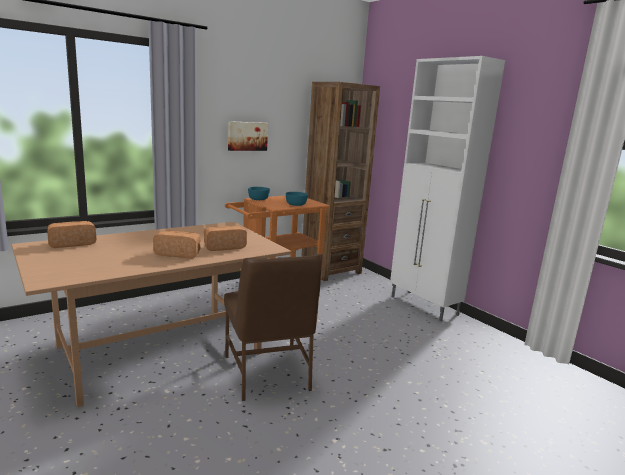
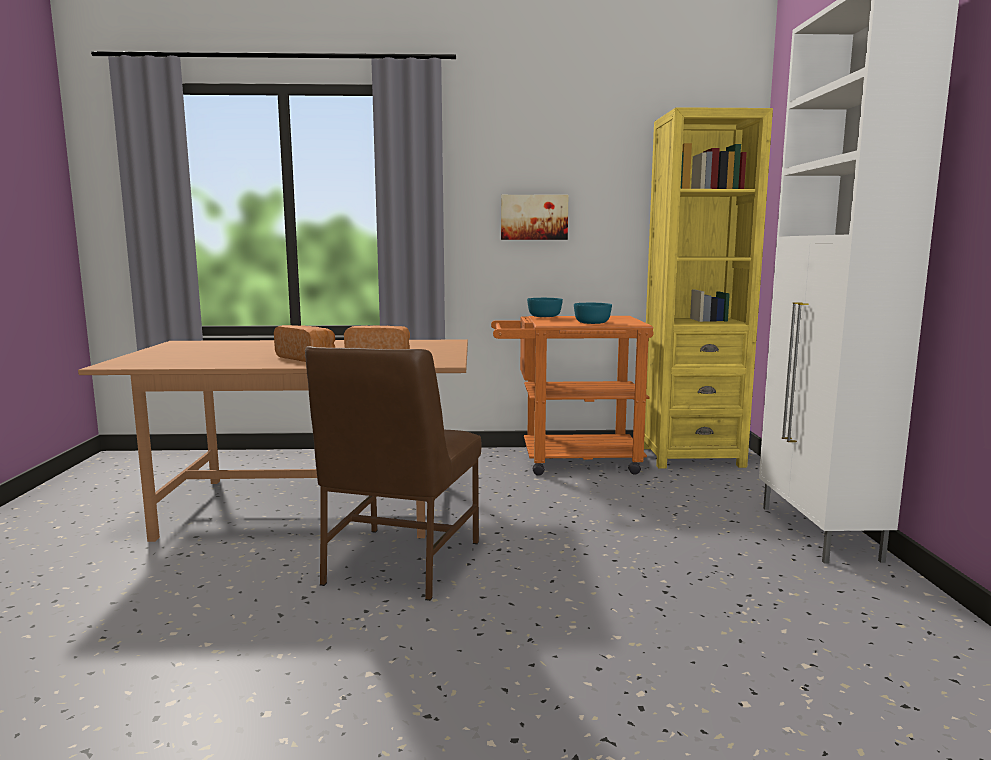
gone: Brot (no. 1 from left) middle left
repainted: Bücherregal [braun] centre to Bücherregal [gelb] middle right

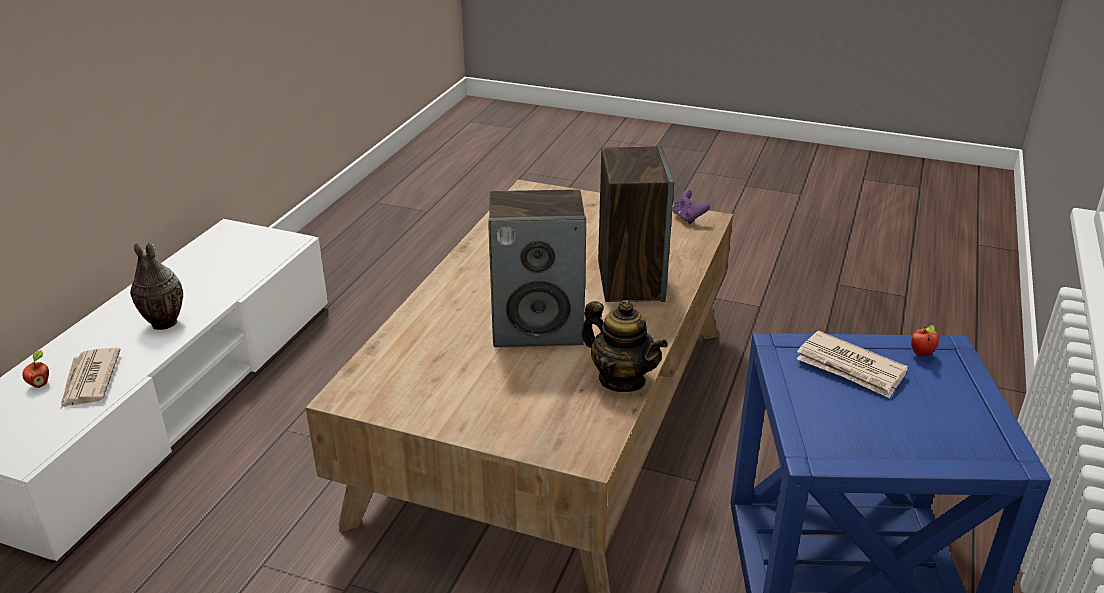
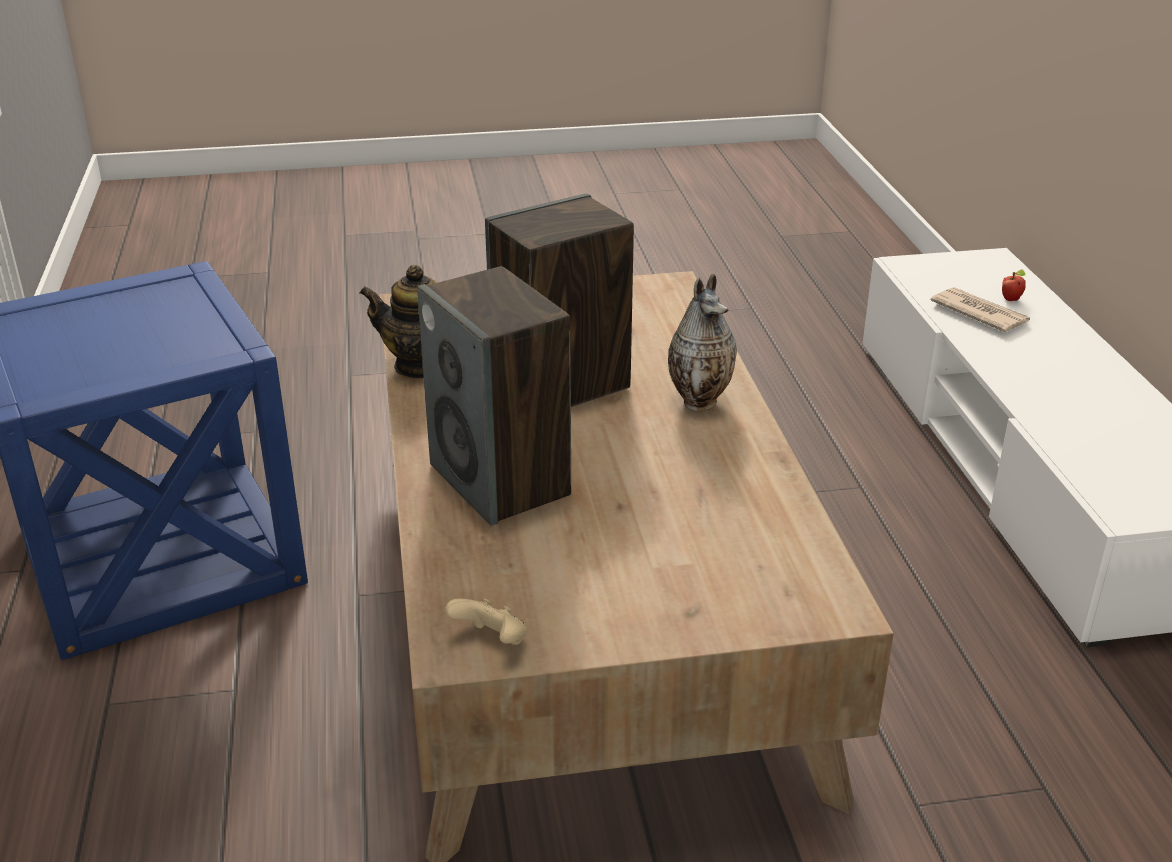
gone: Zeitung (no. 2 from left) middle right; Apfel (no. 2 from left) middle right
shifted: Vase middle left to centre
repainted: Gamepad [lila] centre to Gamepad [beige] bottom centre

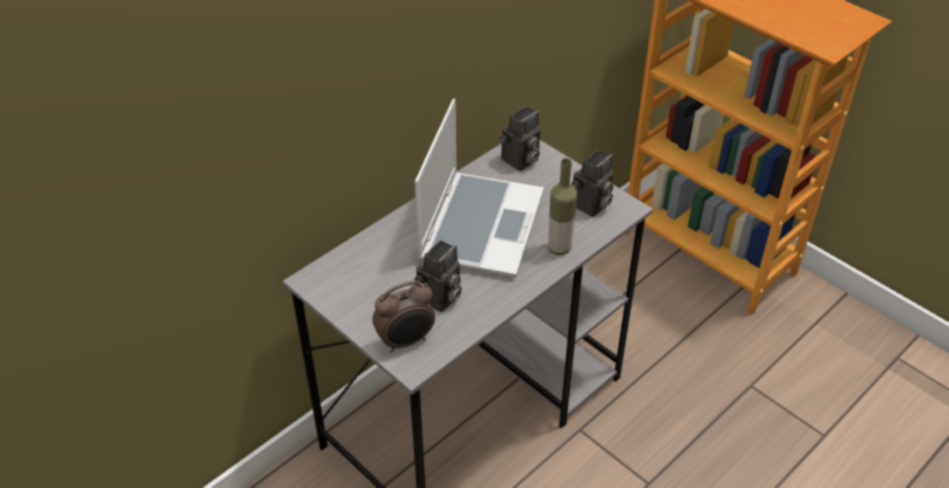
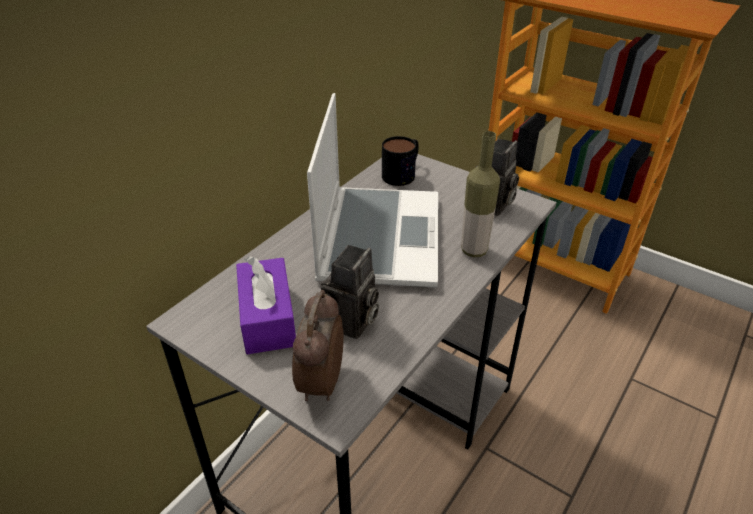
new: Taschentuchbox [lila] centre
swapped: Kamera (no. 2 from left) top centre to Henkelbecher top centre
rotated: Wecker centre = bottom centre 135 degrees clockwise

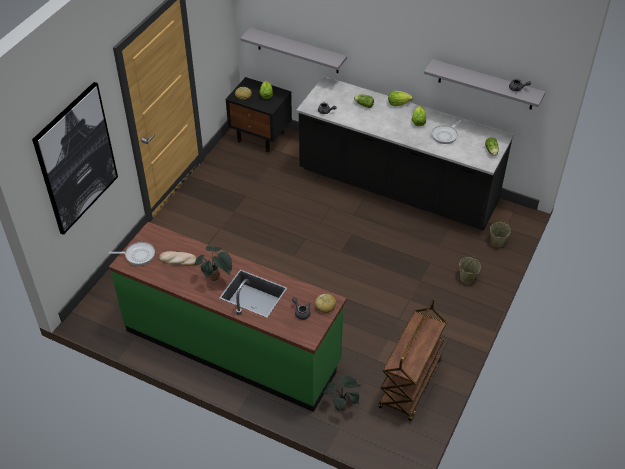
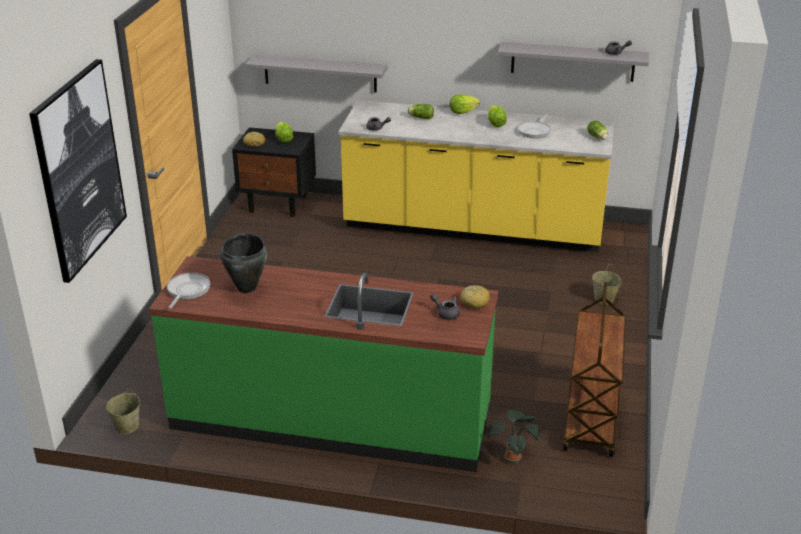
gone: Topfpflanze (no. 1 from left) centre
shifted: Eimer [beige] (no. 2 from left in the first image) middle right to Eimer [beige] (no. 1 from left) bottom left
swapped: Brot (no. 1 from left) middle left to Kochtopf [schwarz] middle left
repainted: Küchenzeile [schwarz] top centre to Küchenzeile [gelb] top centre
rotated: Pfanne (no. 1 from left) middle left = middle left 60 degrees counterclockwise

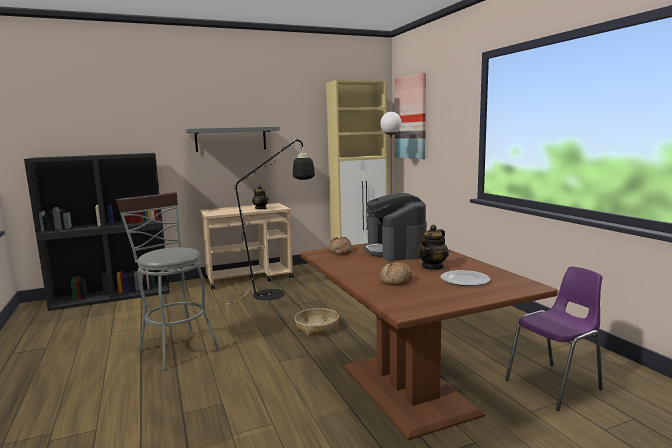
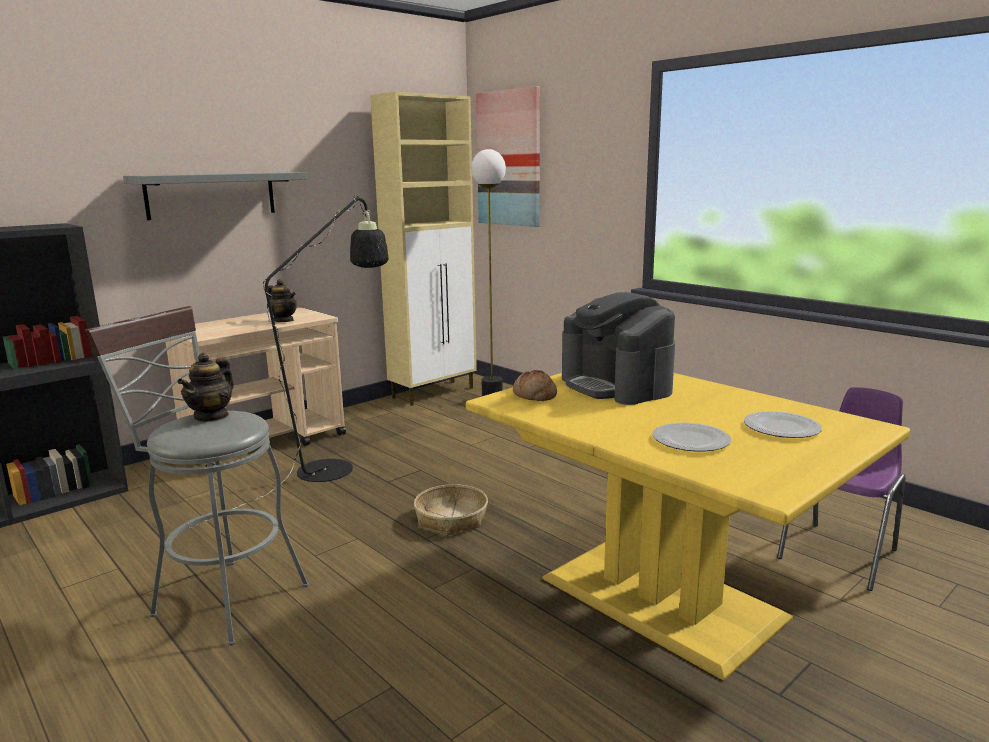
shifted: Teekanne (no. 2 from left in the first image) centre to Teekanne (no. 1 from left) middle left
swapped: Brot (no. 2 from left) centre to Teller (no. 1 from left) middle right
repainted: Esstisch [braun] bottom centre to Esstisch [gelb] bottom right

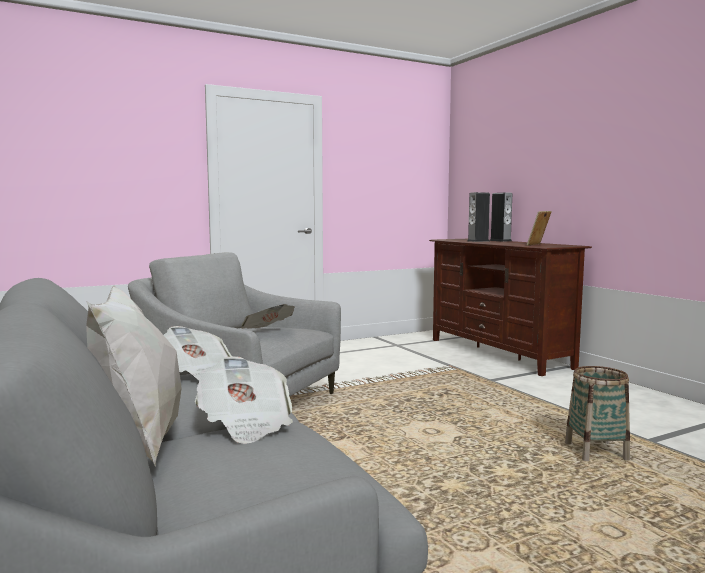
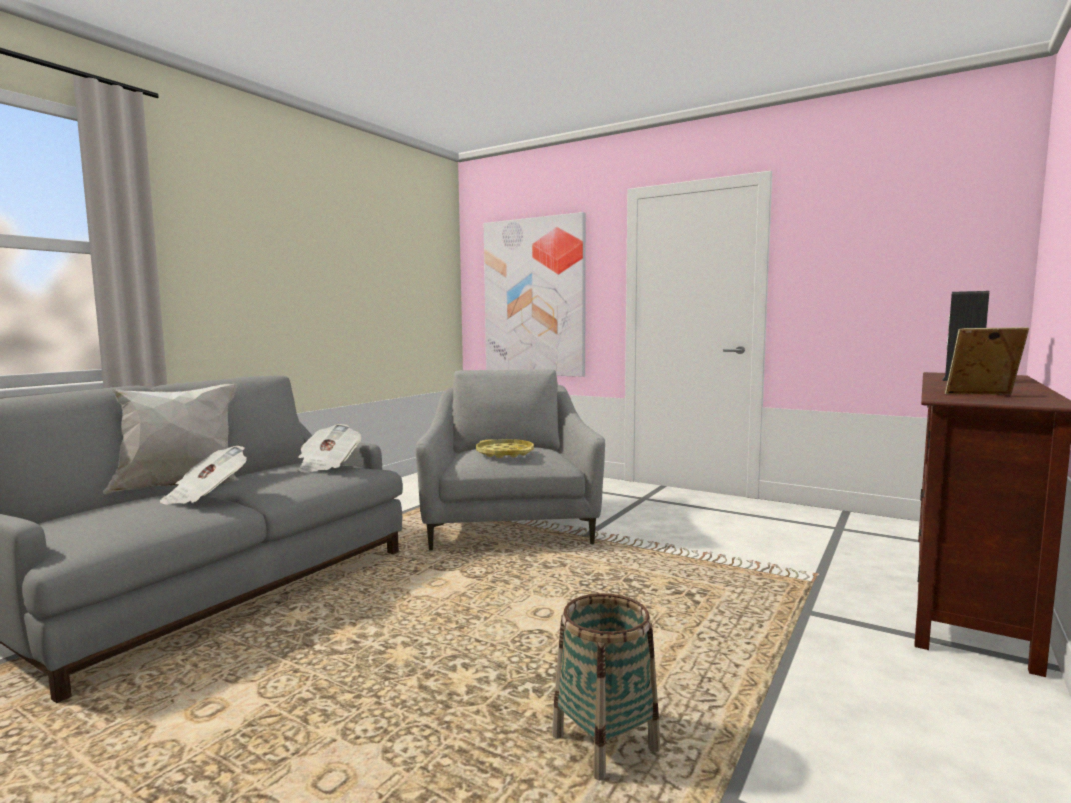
gone: Lautsprecher (no. 2 from left) middle right
new: Bild centre
swapped: Zeitung (no. 3 from left) centre to Tablett [gelb] centre

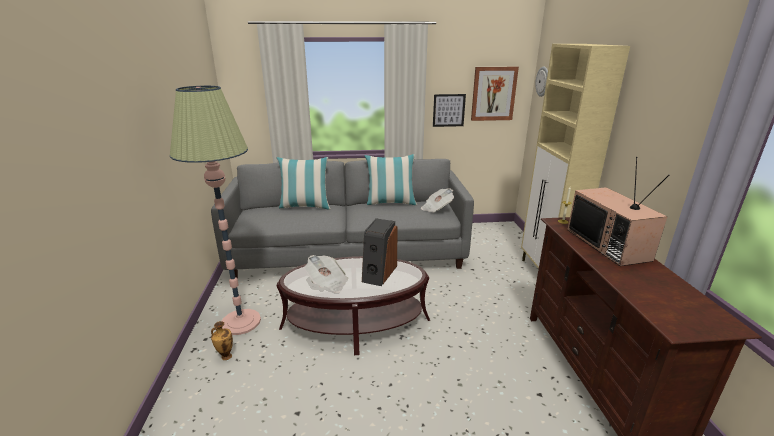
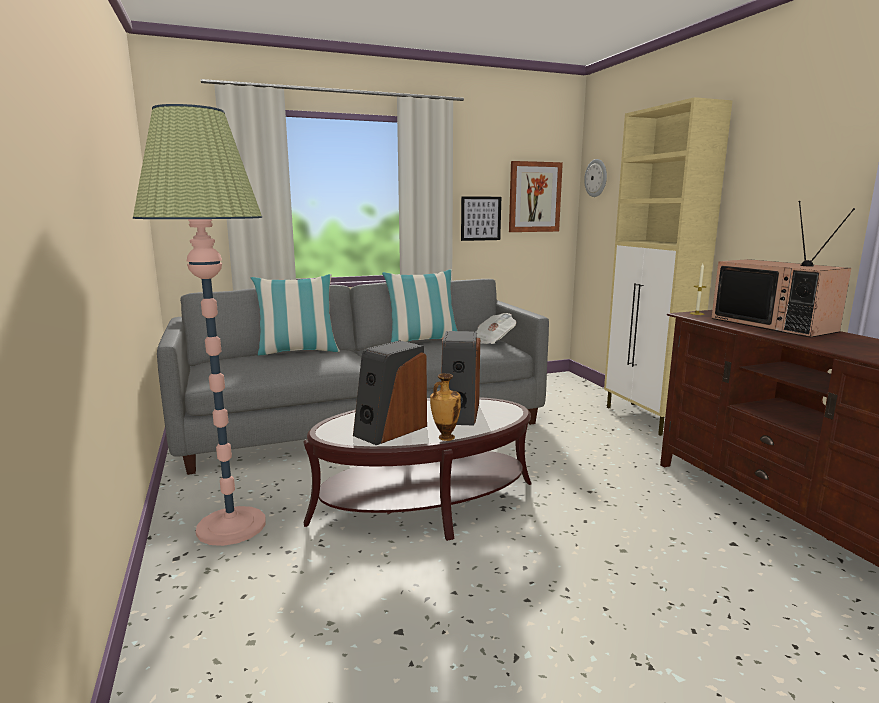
shifted: Vase bottom left to centre
swapped: Zeitung (no. 1 from left) centre to Lautsprecher (no. 1 from left) centre

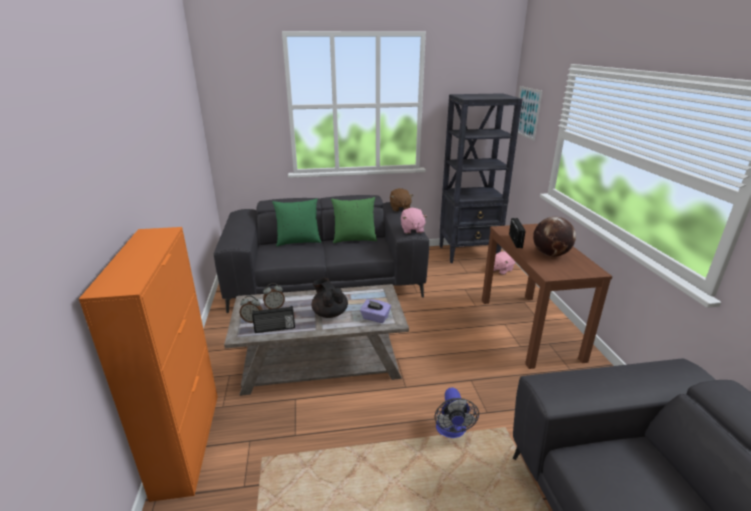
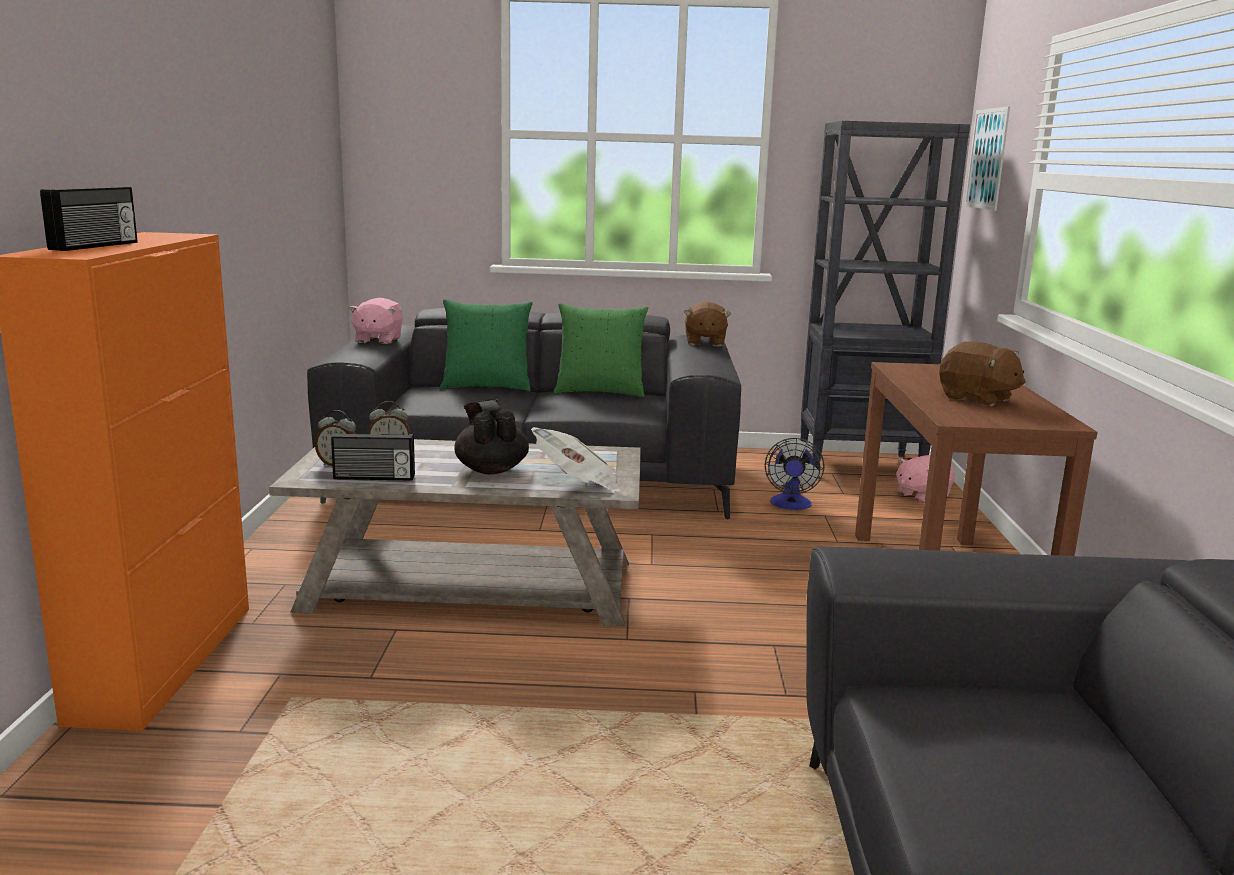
shifted: Plüschtier [rosa] (no. 1 from left) centre to middle left; Ventilator bottom centre to centre; Radio (no. 2 from left in the first image) middle right to Radio (no. 1 from left) top left
swapped: Taschentuchbox [lila] centre to Zeitung centre; Globus middle right to Plüschtier [braun] (no. 2 from left) middle right

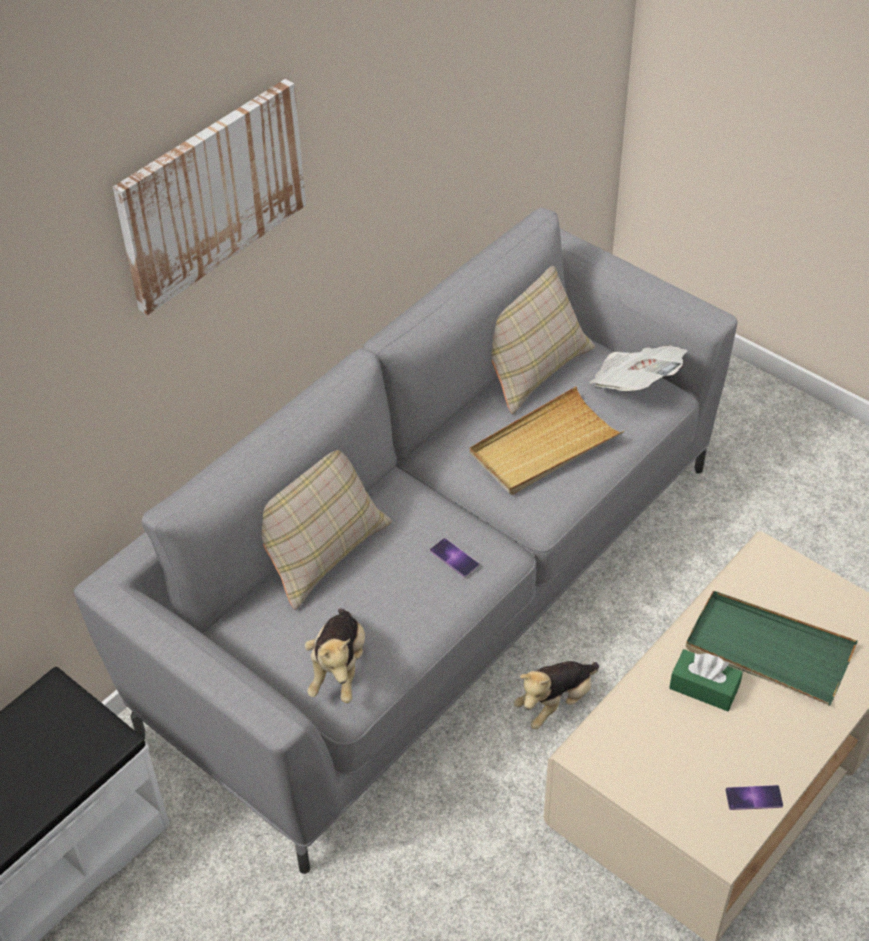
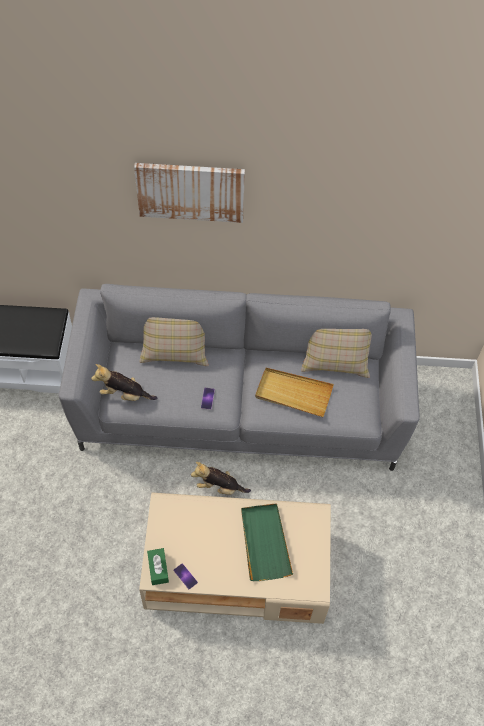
gone: Zeitung middle right
shifted: Taschentuchbox [grün] bottom right to bottom left
rotated: Plüschtier (no. 1 from left) bottom centre = middle left 45 degrees clockwise

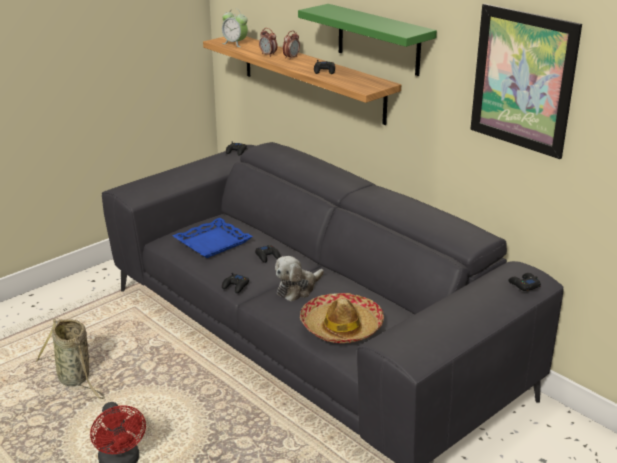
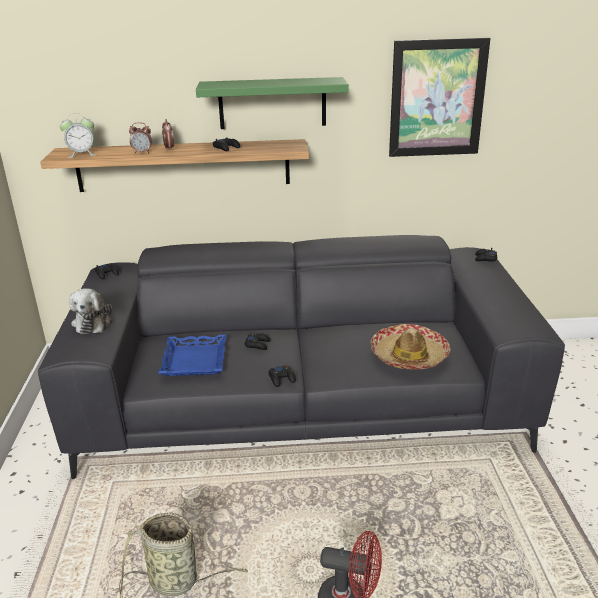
shifted: Plüschtier centre to middle left

